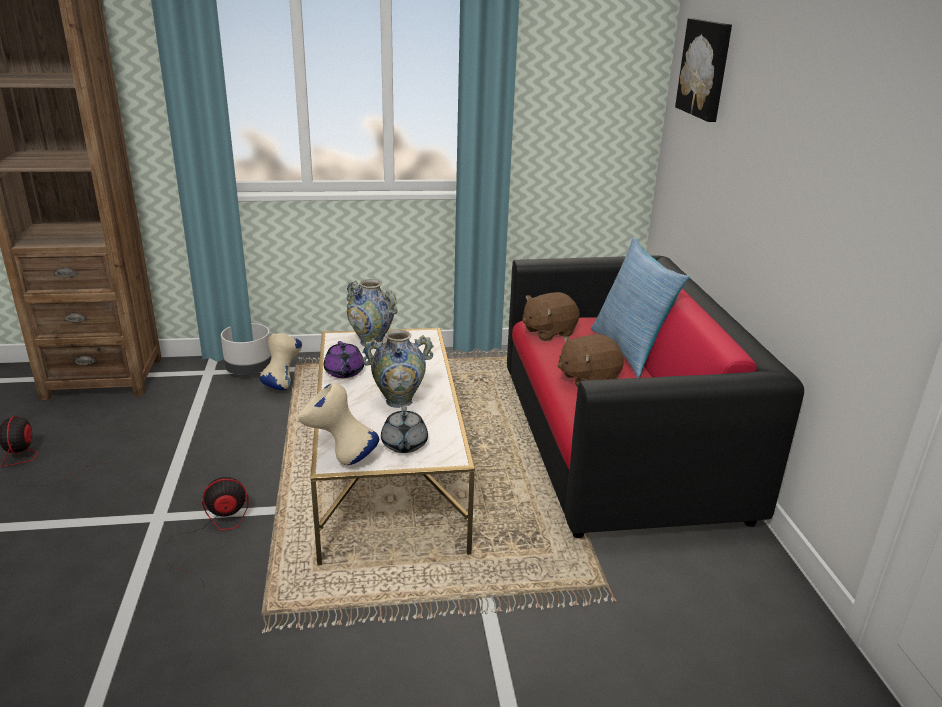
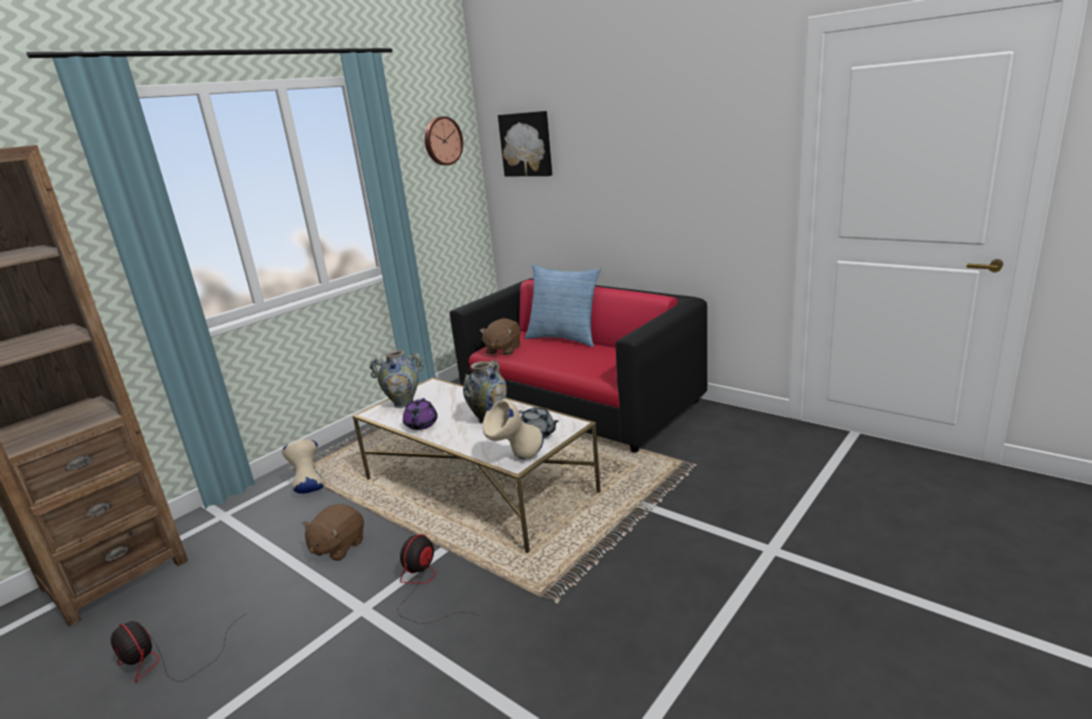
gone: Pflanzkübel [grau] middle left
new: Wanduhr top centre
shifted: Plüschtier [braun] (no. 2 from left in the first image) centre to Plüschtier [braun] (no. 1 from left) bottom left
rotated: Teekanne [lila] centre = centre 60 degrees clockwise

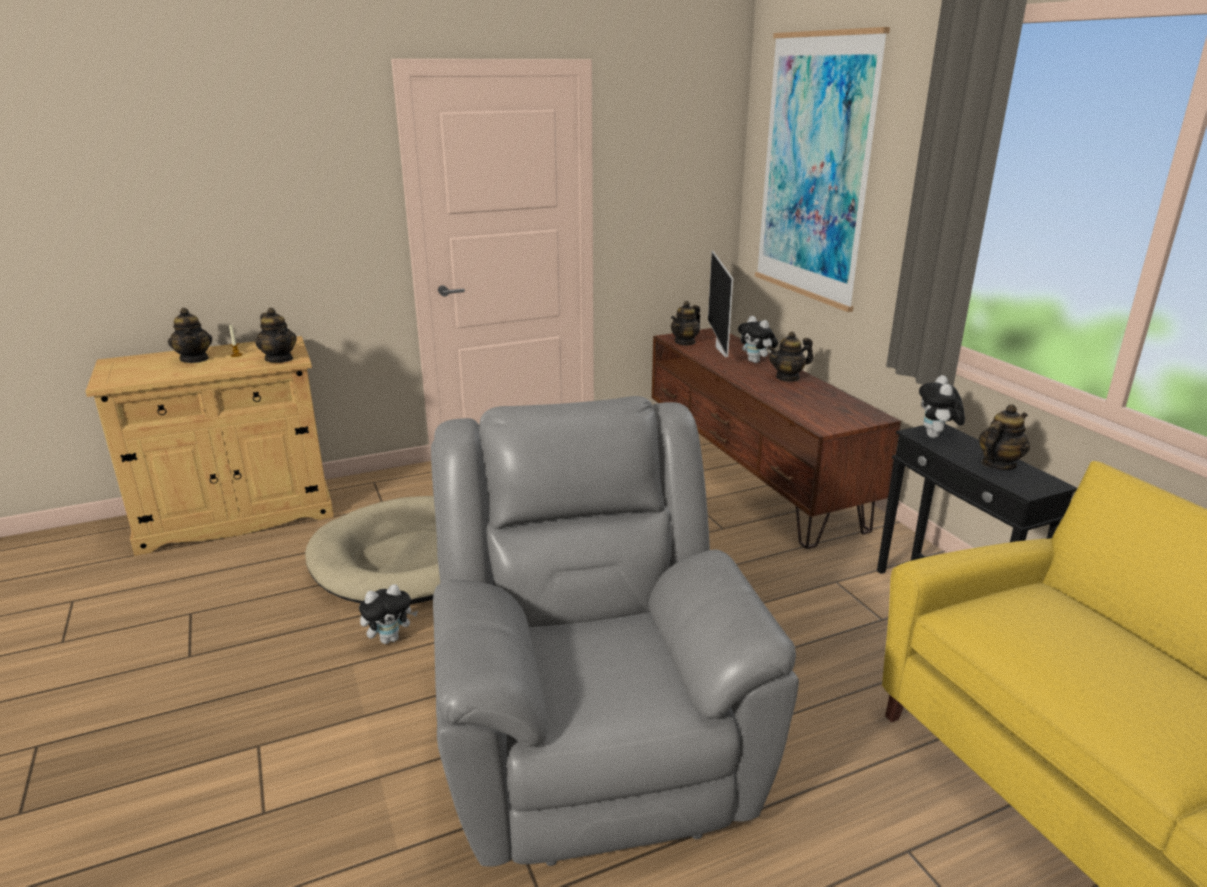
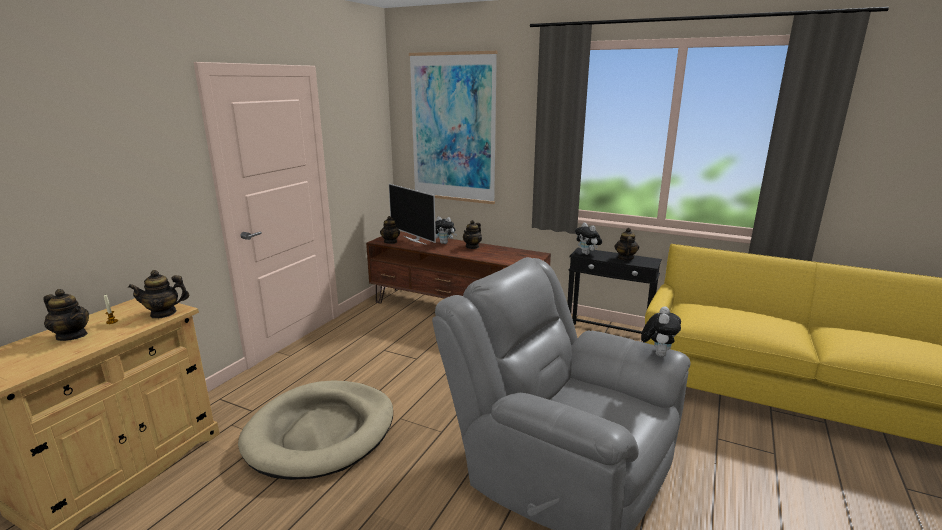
shifted: Plüschtier (no. 1 from left in the first image) bottom left to Plüschtier (no. 3 from left) middle right
rotated: Teekanne (no. 2 from left) middle left = middle left 150 degrees clockwise

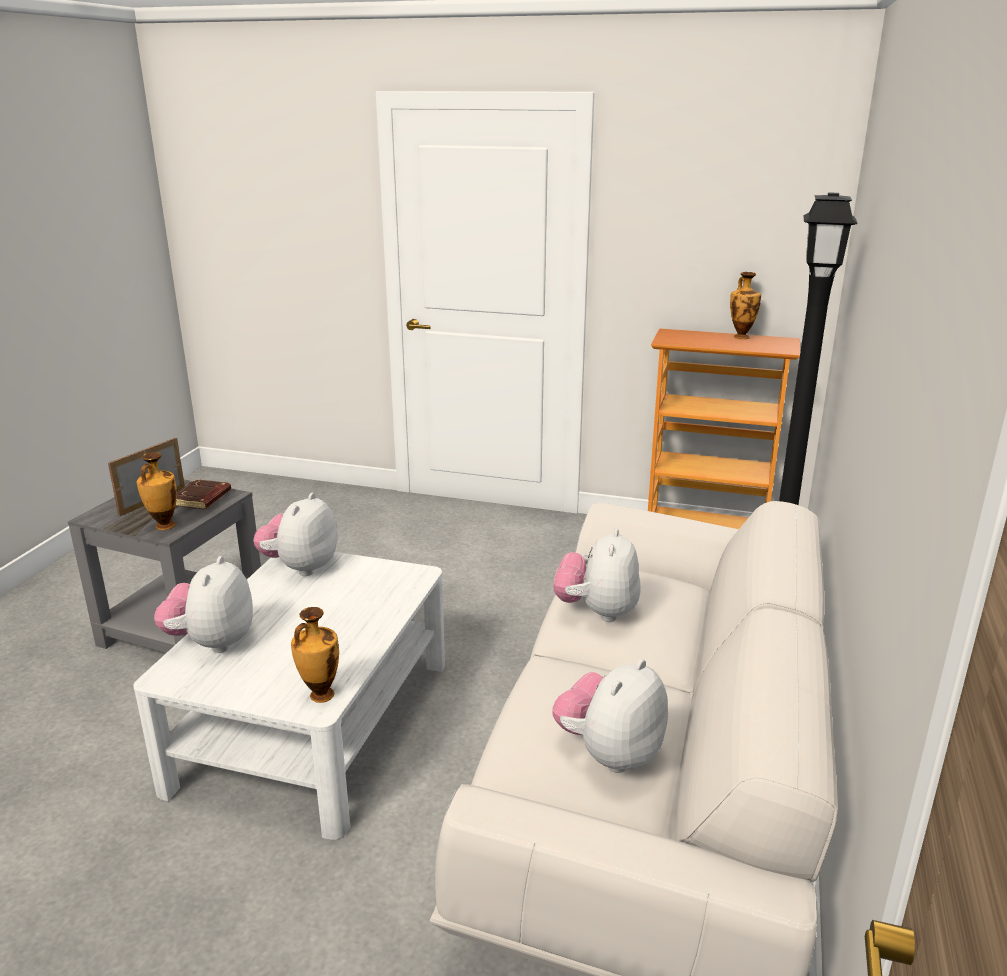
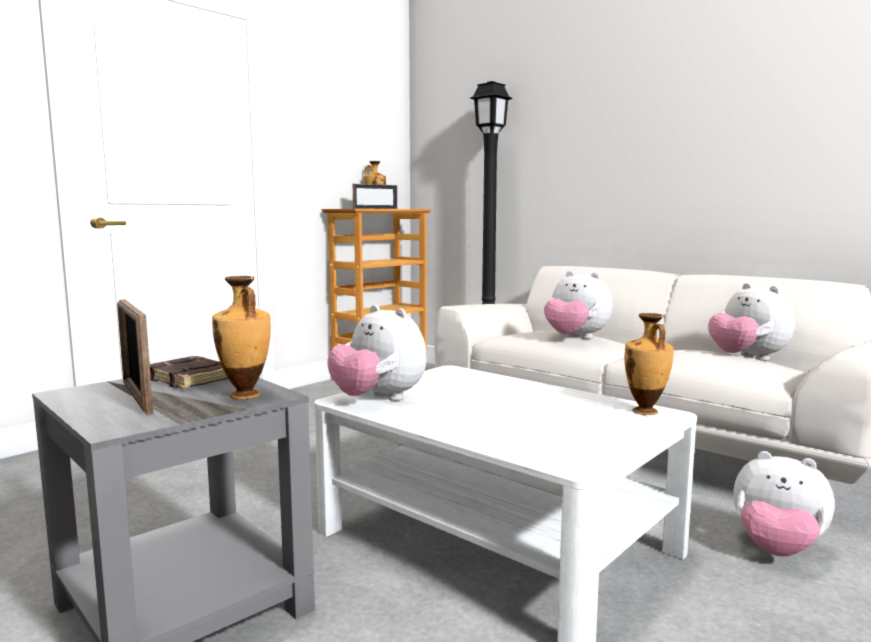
new: Bilderrahmen (no. 2 from left) top centre
shifted: Plüschtier (no. 1 from left in the first image) middle left to Plüschtier (no. 4 from left) bottom right

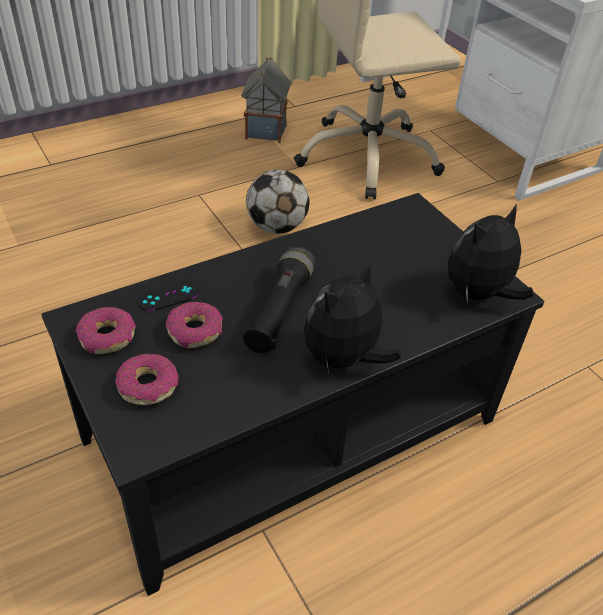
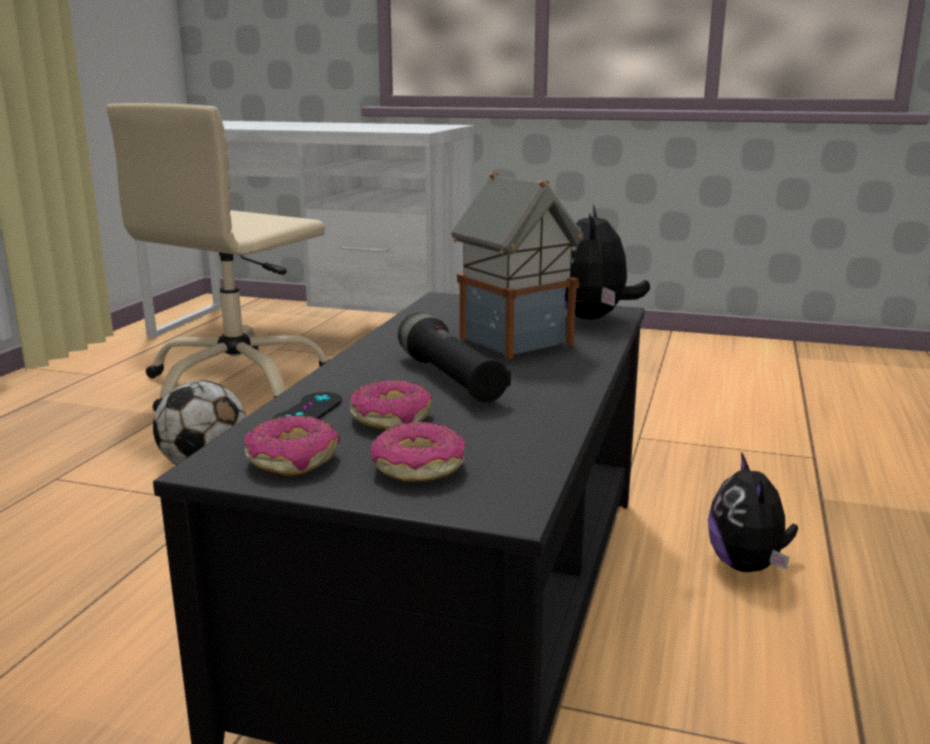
shifted: Spielzeughaus top centre to centre; Plüschtier (no. 1 from left in the first image) centre to Plüschtier (no. 2 from left) bottom right

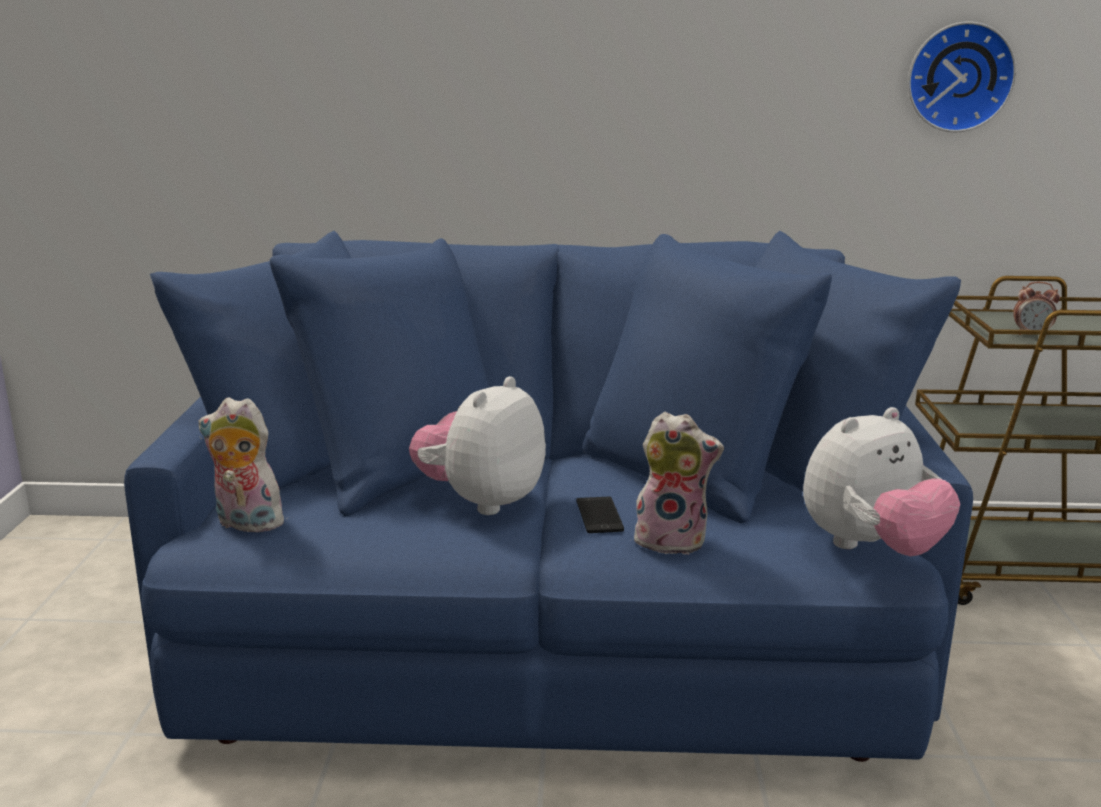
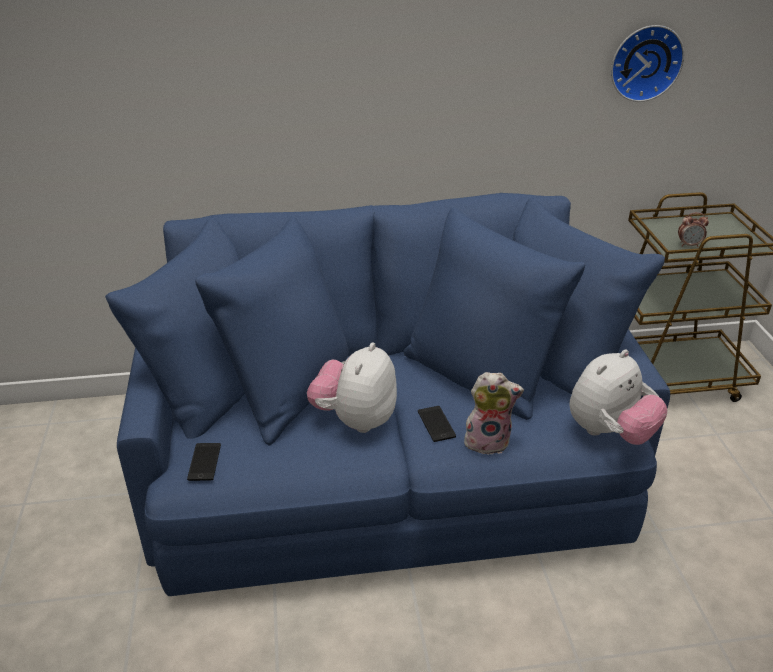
swapped: Plüschtier (no. 1 from left) middle left to Handy (no. 1 from left) bottom left

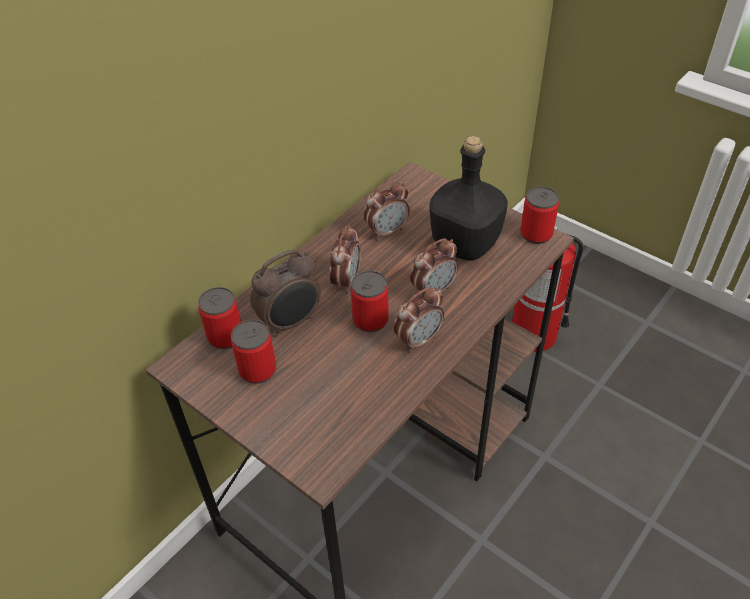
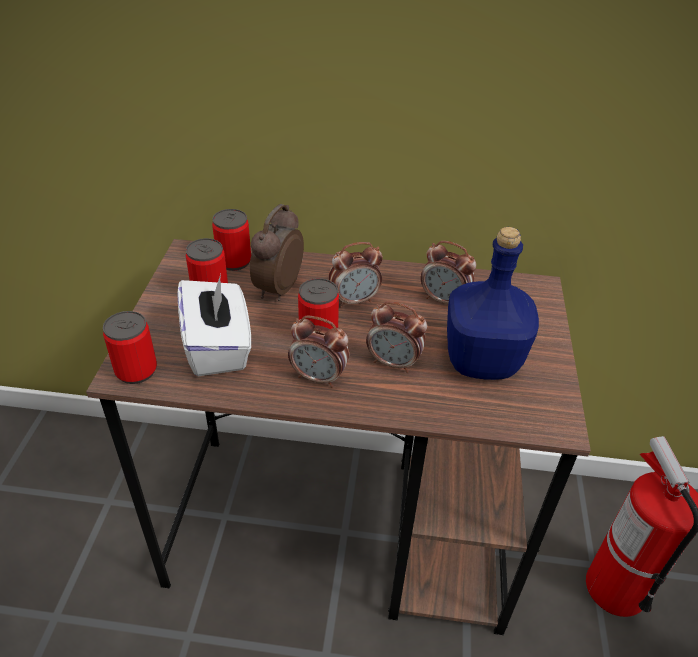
new: Taschentuchbox [weiß] middle left
shifted: Dose (no. 4 from left in the first image) middle right to Dose (no. 1 from left) middle left
repainted: Flasche [schwarz] top centre to Flasche [blau] middle right
rotated: Wecker (no. 1 from left) centre = centre 90 degrees clockwise

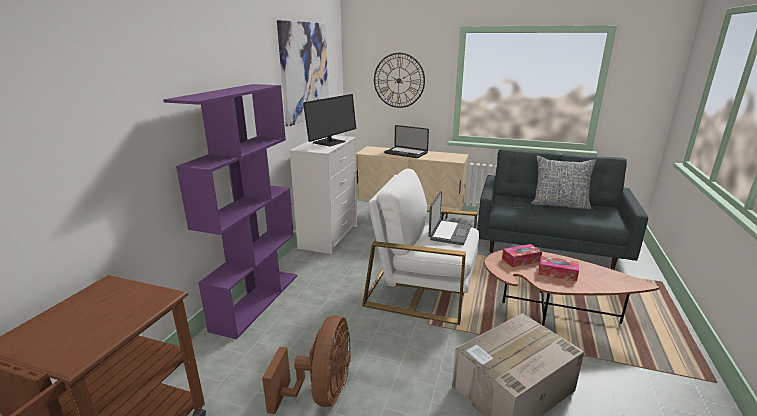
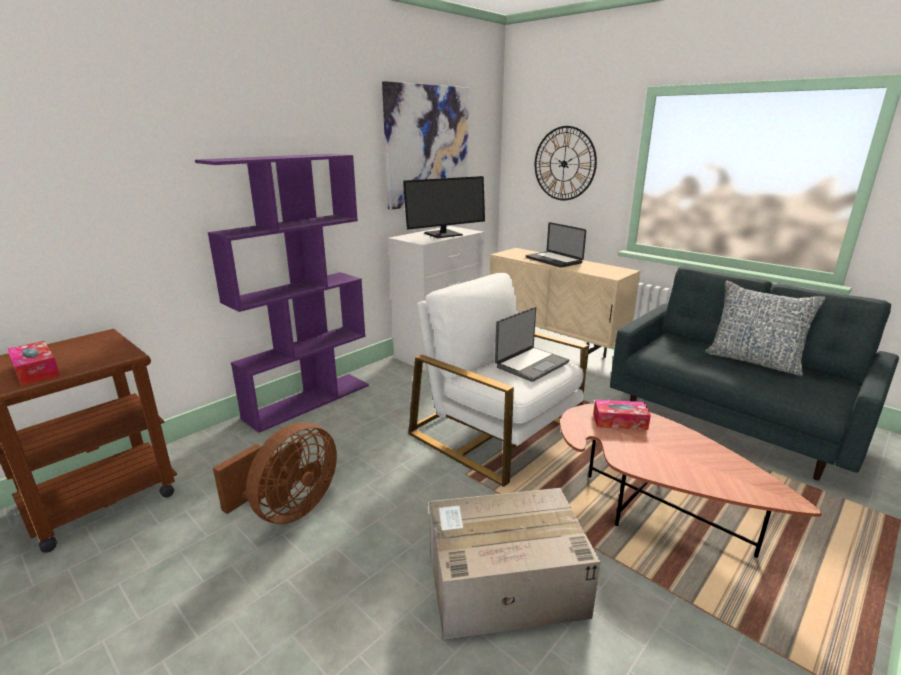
shifted: Taschentuchbox (no. 2 from left in the first image) middle right to Taschentuchbox (no. 1 from left) middle left

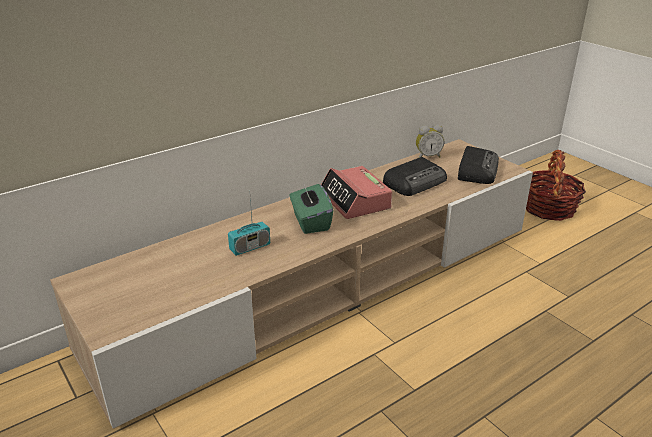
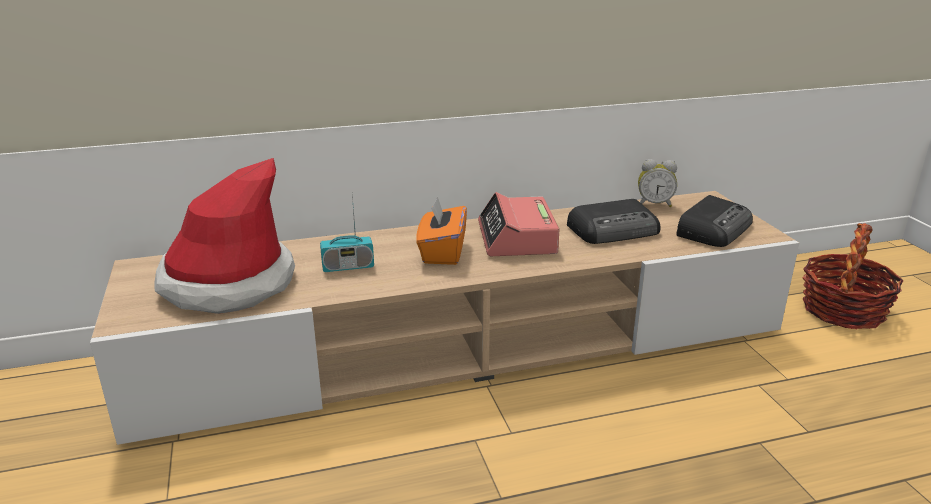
new: Hut middle left
repainted: Taschentuchbox [grün] centre to Taschentuchbox [orange] centre

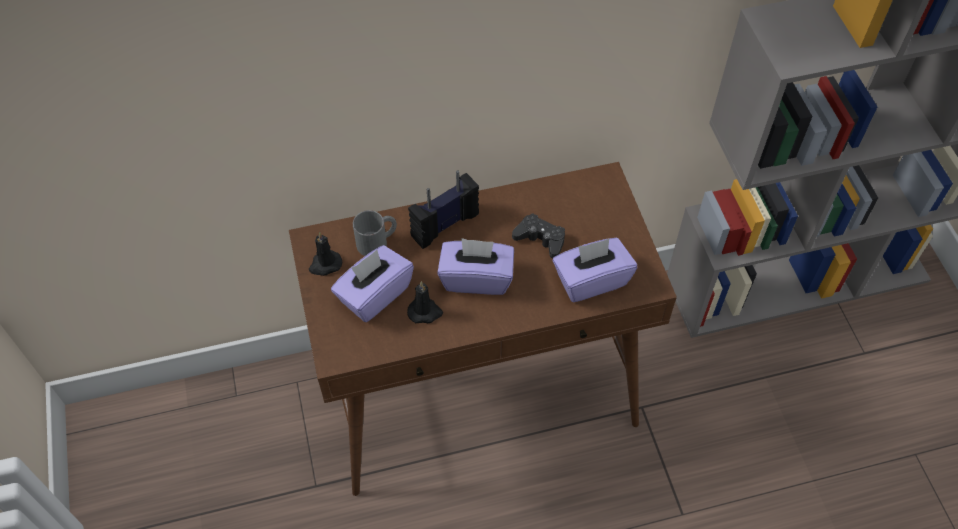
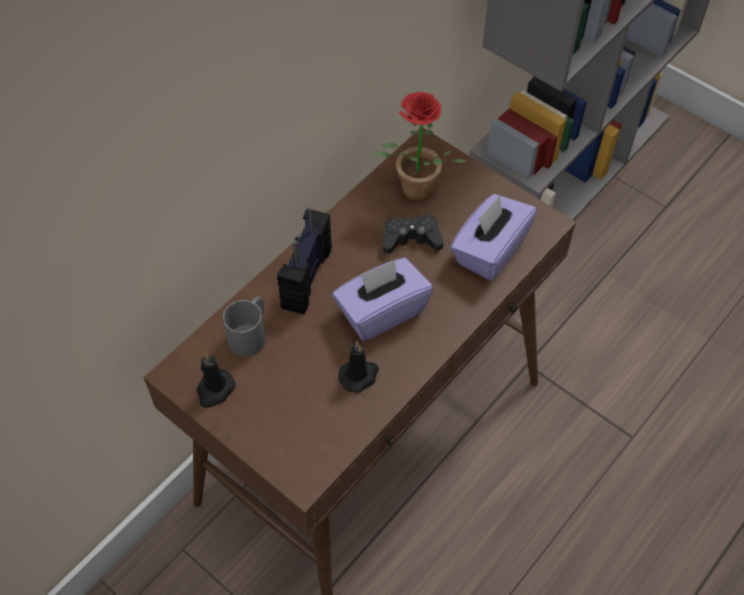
gone: Taschentuchbox [lila] (no. 1 from left) centre
new: Topfpflanze top centre

